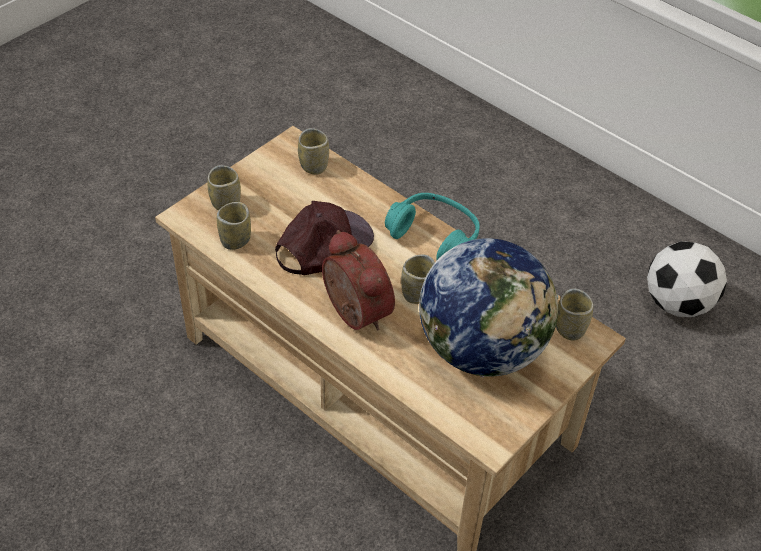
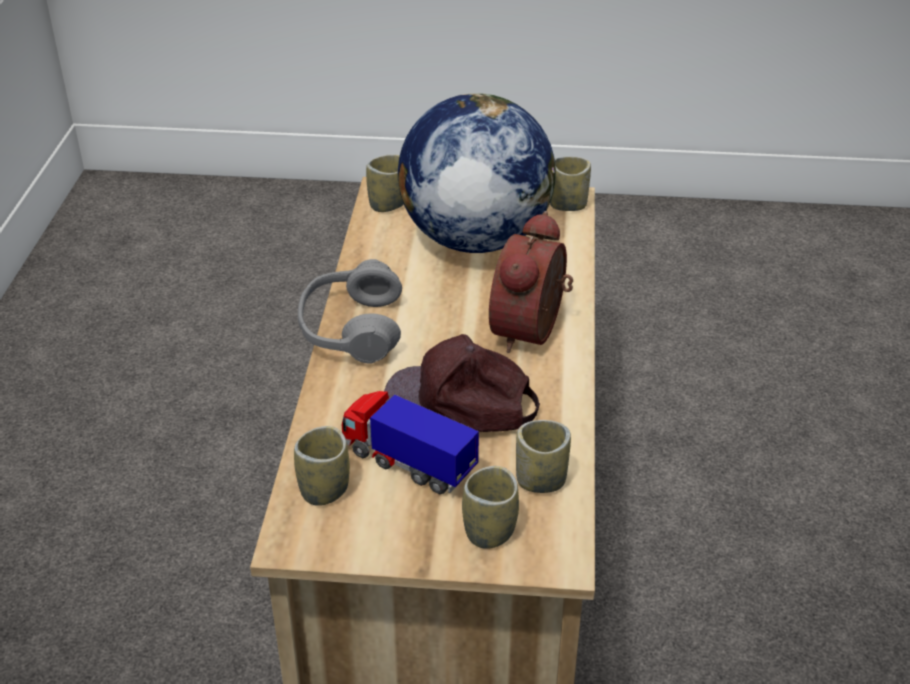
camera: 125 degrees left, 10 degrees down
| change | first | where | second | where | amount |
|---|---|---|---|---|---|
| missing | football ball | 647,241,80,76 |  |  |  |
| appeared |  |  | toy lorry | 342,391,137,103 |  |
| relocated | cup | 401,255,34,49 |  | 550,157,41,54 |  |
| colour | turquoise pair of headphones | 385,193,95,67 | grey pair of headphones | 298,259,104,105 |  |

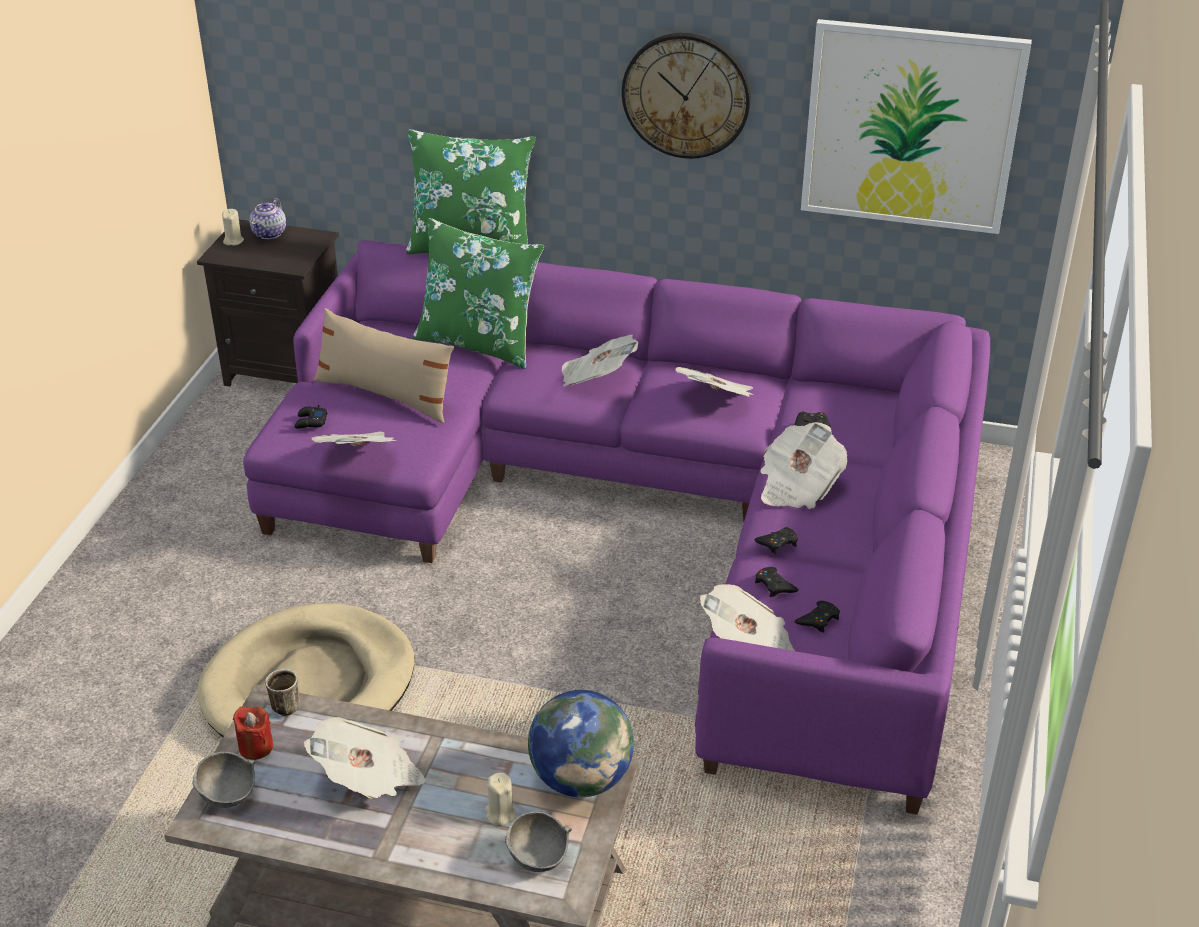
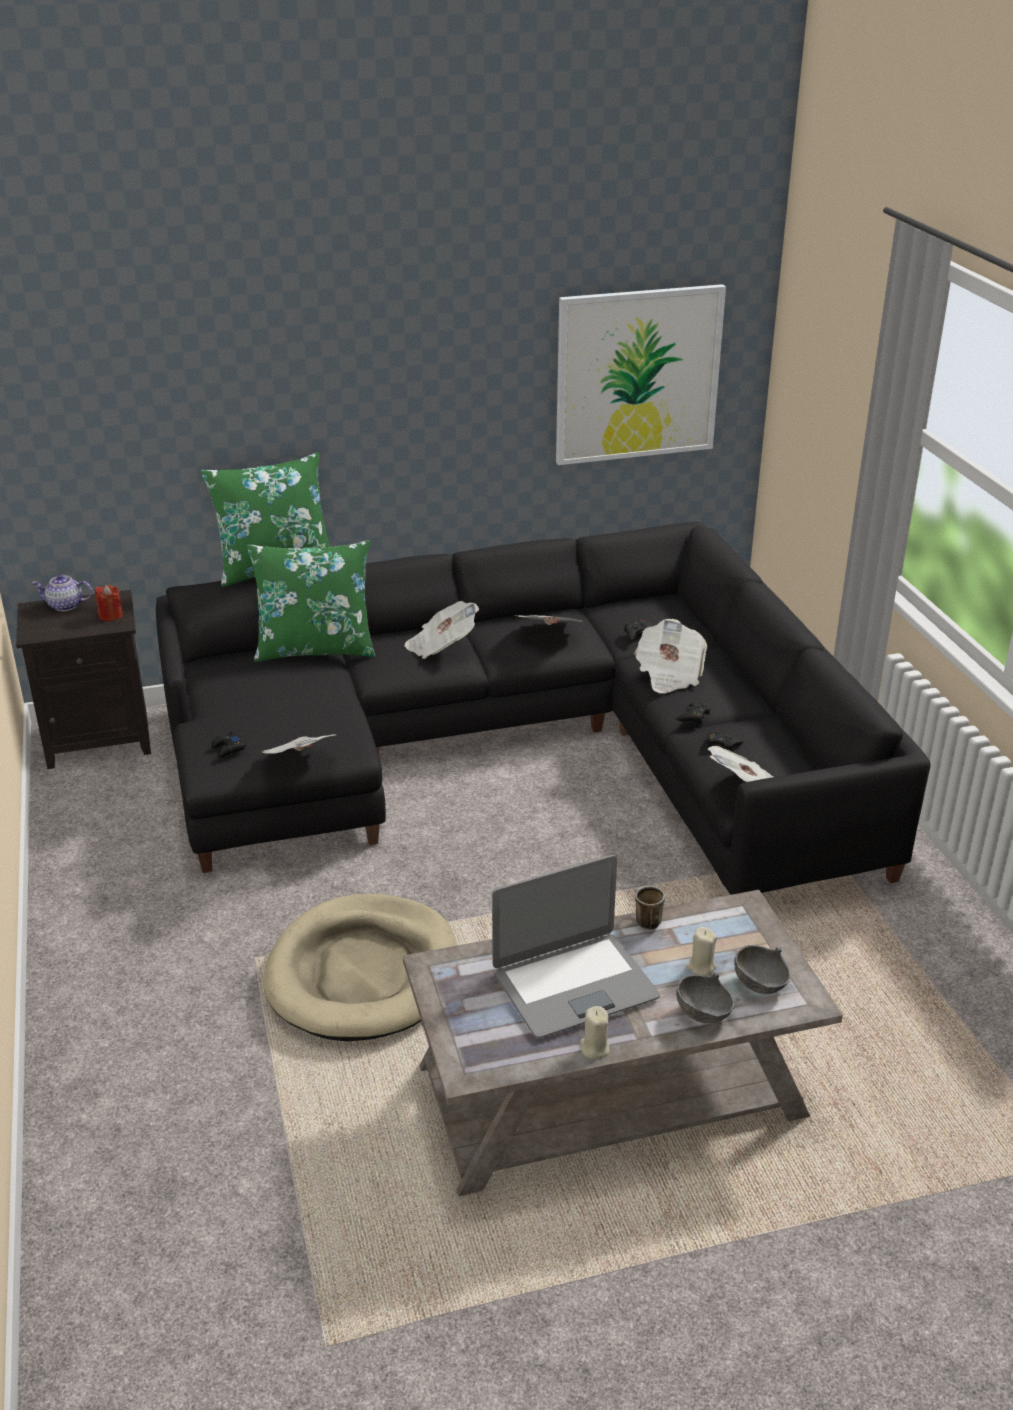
camera: 30 degrees left, 5 degrees down
| change | first | where | second | where | amount |
|---|---|---|---|---|---|
| missing | sand-coloured pillow | 314,308,140,115 |  |  |  |
| missing | world globe | 528,690,106,107 |  |  |  |
| missing | wall clock | 622,33,129,126 |  |  |  |
| missing | black-coloured gamepad | 795,601,45,32 |  |  |  |
| relocated | grey deep dish | 193,751,63,57 |  | 677,972,58,51 |  |
| relocated | sand-coloured candle | 222,209,22,37 |  | 580,1006,29,53 |  |
| relocated | reddish candle | 233,707,40,53 |  | 95,585,28,36 |  |
| relocated | mug | 265,669,35,47 |  | 635,886,30,44 |  |
| exchanged | daily paper | 304,717,122,82 | laptop | 492,855,168,183 |  |
| colour | purple-coloured couch | 243,240,747,575 | black-coloured couch | 156,522,774,373 |  |
| spun | teapot | 250,198,36,41 |  | 32,574,61,37 | 105 degrees clockwise |

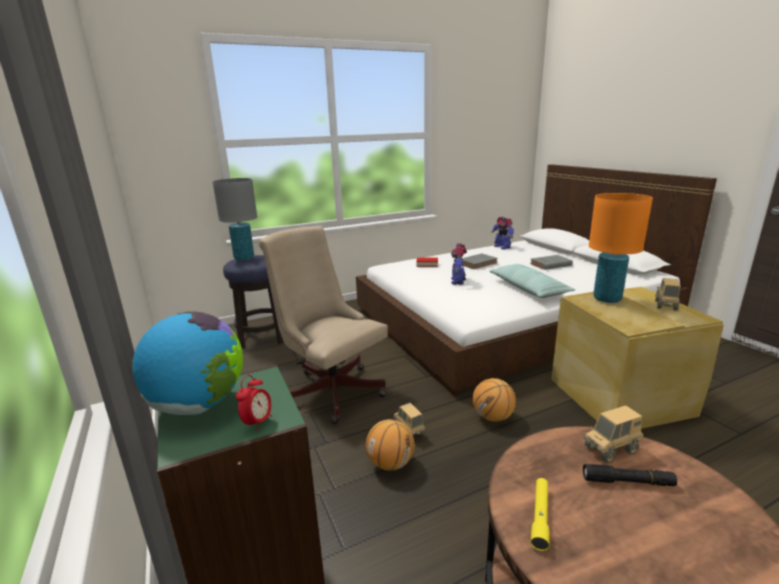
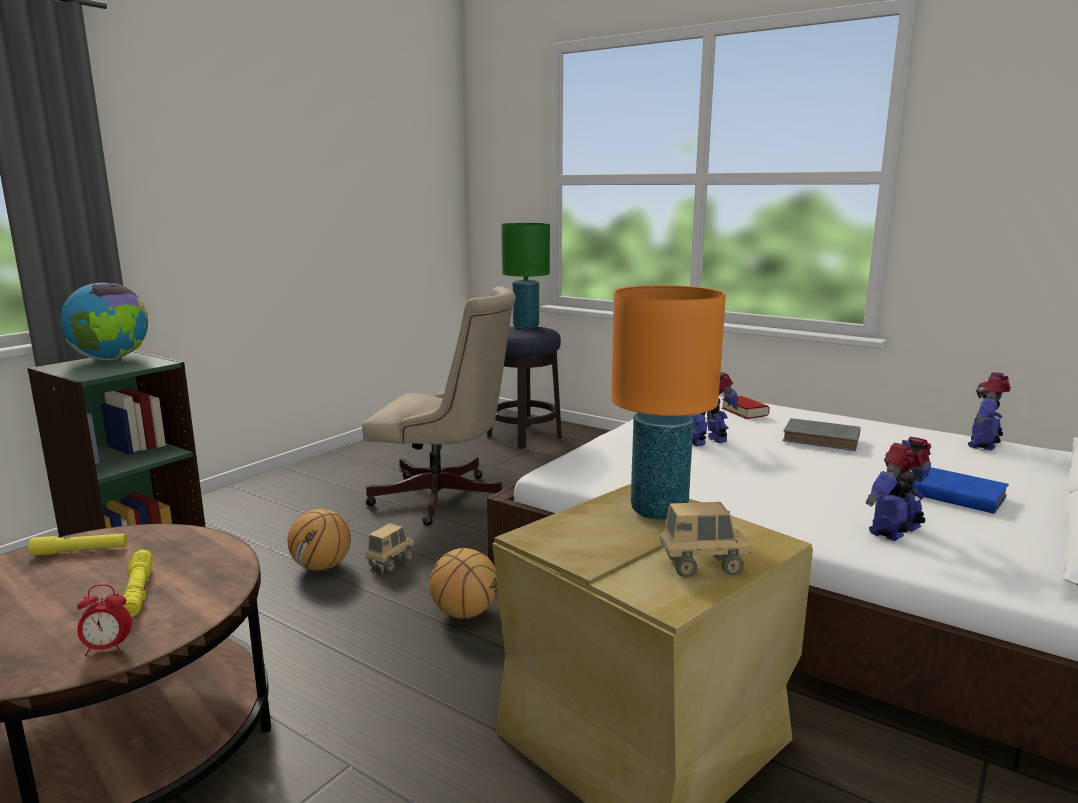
camera: 60 degrees right, 5 degrees down
| change | first | where | second | where | amount |
|---|---|---|---|---|---|
| missing | pillow | 489,264,86,34 |  |  |  |
| missing | toy lorry | 583,405,60,58 |  |  |  |
| appeared |  |  | model robot | 866,437,65,104 |  |
| relocated | table clock | 236,375,36,56 |  | 77,584,55,72 |  |
| colour | grey table lamp | 212,178,45,83 | green table lamp | 501,223,49,106 |  |
| colour | grey book | 530,255,43,15 | blue book | 913,467,96,47 |  |
| colour | black-coloured torch | 583,464,94,22 | yellow torch | 123,550,30,67 |  |
| spun | sand-coloured desk chair | 259,226,129,198 |  | 362,286,154,240 | 90 degrees clockwise |

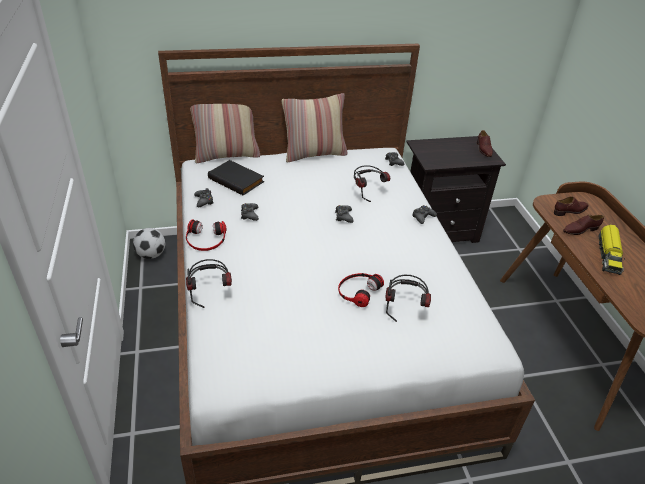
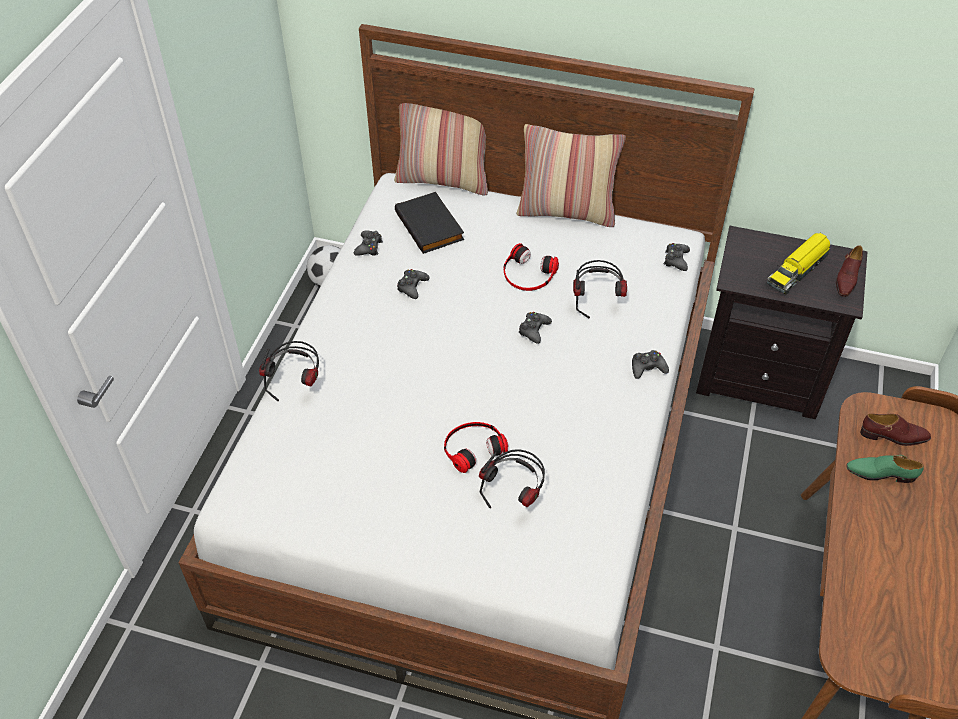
camera: 30 degrees right, 10 degrees up
| change | first | where | second | where | amount |
|---|---|---|---|---|---|
| relocated | pair of headphones | 186,219,41,32 |  | 503,243,56,48 |  |
| relocated | toy lorry | 599,224,26,51 |  | 767,233,63,62 |  |
| colour | brown-coloured shoe | 563,215,41,20 | green shoe | 846,455,78,28 |  |

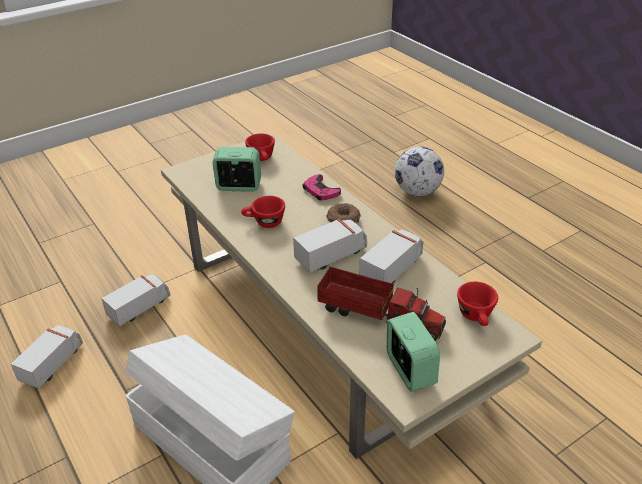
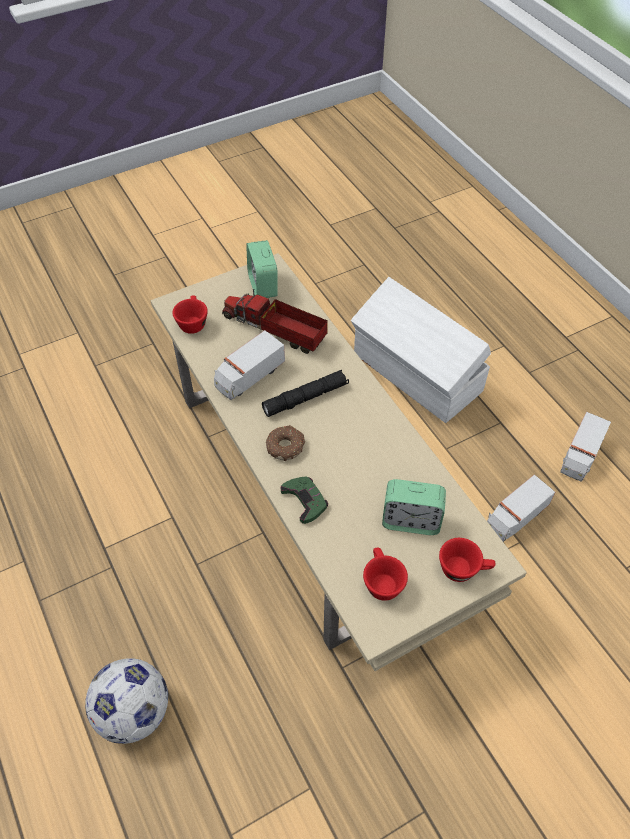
camera: 175 degrees left, 15 degrees up
| change | first | where | second | where | amount |
|---|---|---|---|---|---|
| relocated | reddish cup | 241,196,44,32 |  | 439,538,56,44 |  |
| exchanged | toy lorry | 293,219,74,54 | black-coloured torch | 262,370,87,47 |  |
| colour | pink-coloured gamepad | 302,174,39,26 | green gamepad | 281,476,47,48 |  |

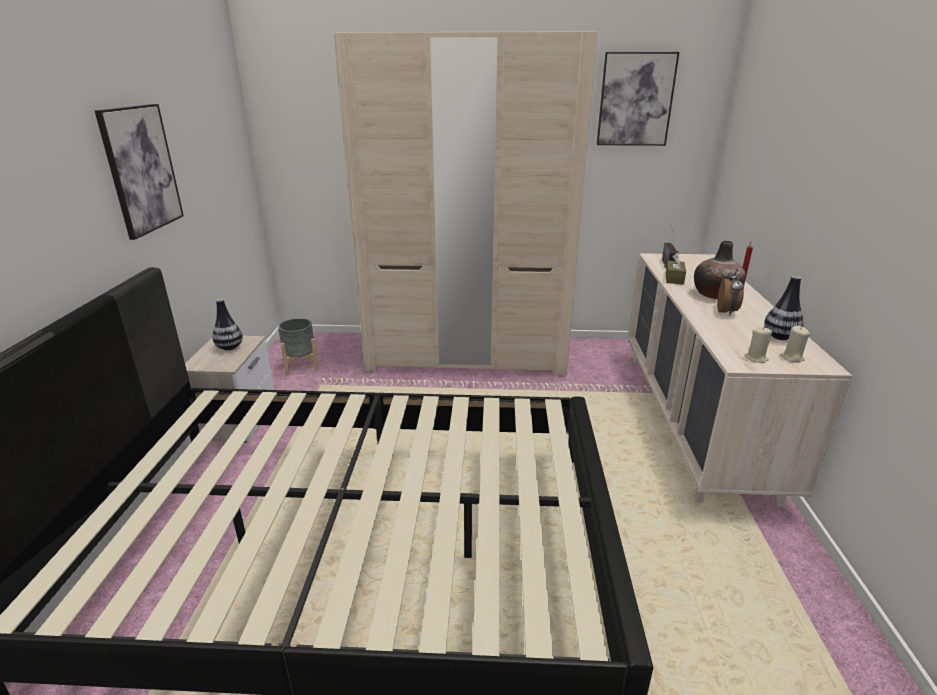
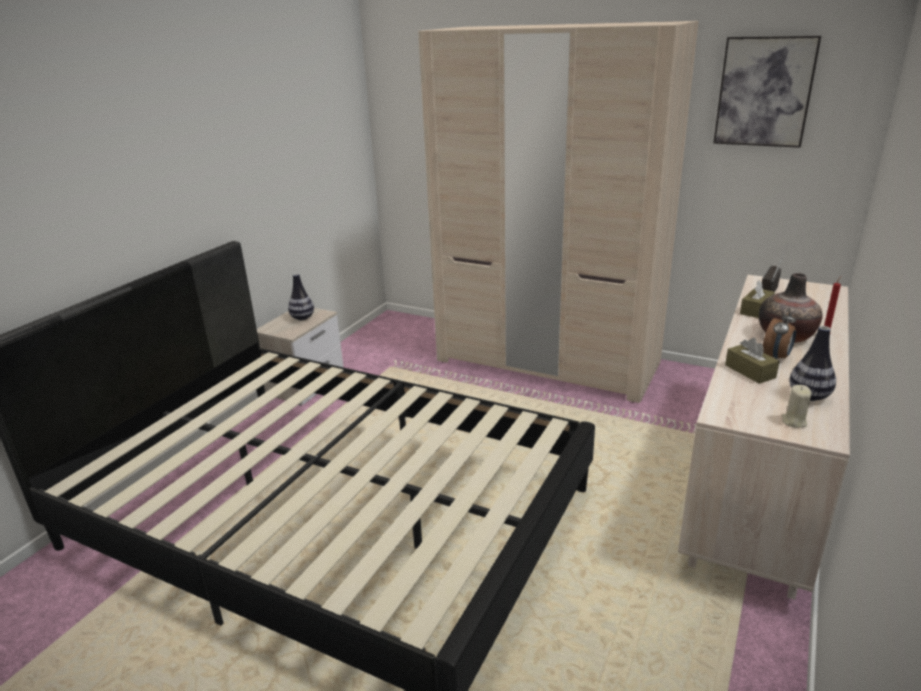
camera: 25 degrees right, 0 degrees up
| change | first | where | second | where | amount |
|---|---|---|---|---|---|
| missing | wall picture | 95,104,89,136 |  |  |  |
| missing | grey planter | 278,318,41,57 |  |  |  |
| missing | sand-coloured candle | 744,327,28,36 |  |  |  |
| appeared |  |  | brown-coloured tissue box | 725,338,55,46 |  |

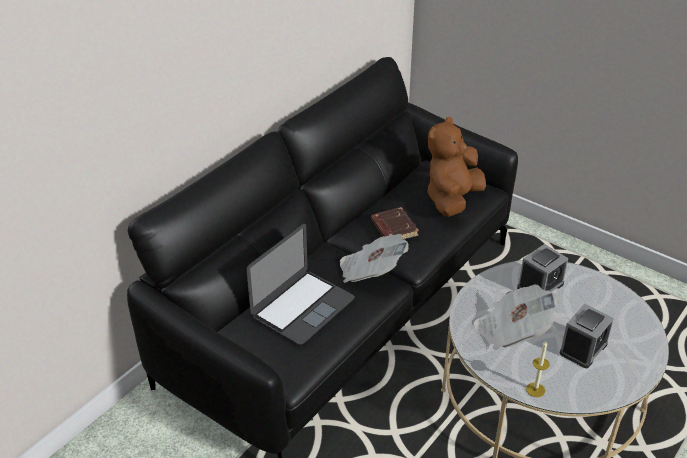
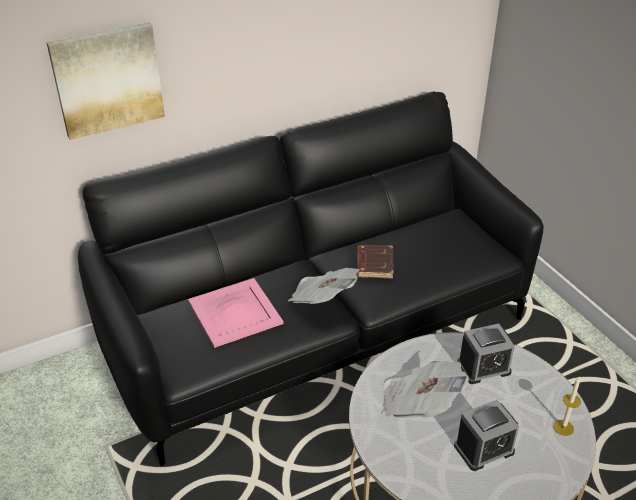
camera: 25 degrees right, 0 degrees up
| change | first | where | second | where | amount |
|---|---|---|---|---|---|
| missing | brown-coloured cuddly toy | 427,117,59,100 |  |  |  |
| appeared |  |  | wall picture | 46,22,119,118 |  |
| relocated | candle | 526,341,24,56 |  | 553,377,28,59 |  |
| exchanged | laptop | 246,224,109,121 | pink-coloured tray | 188,278,96,70 |  |

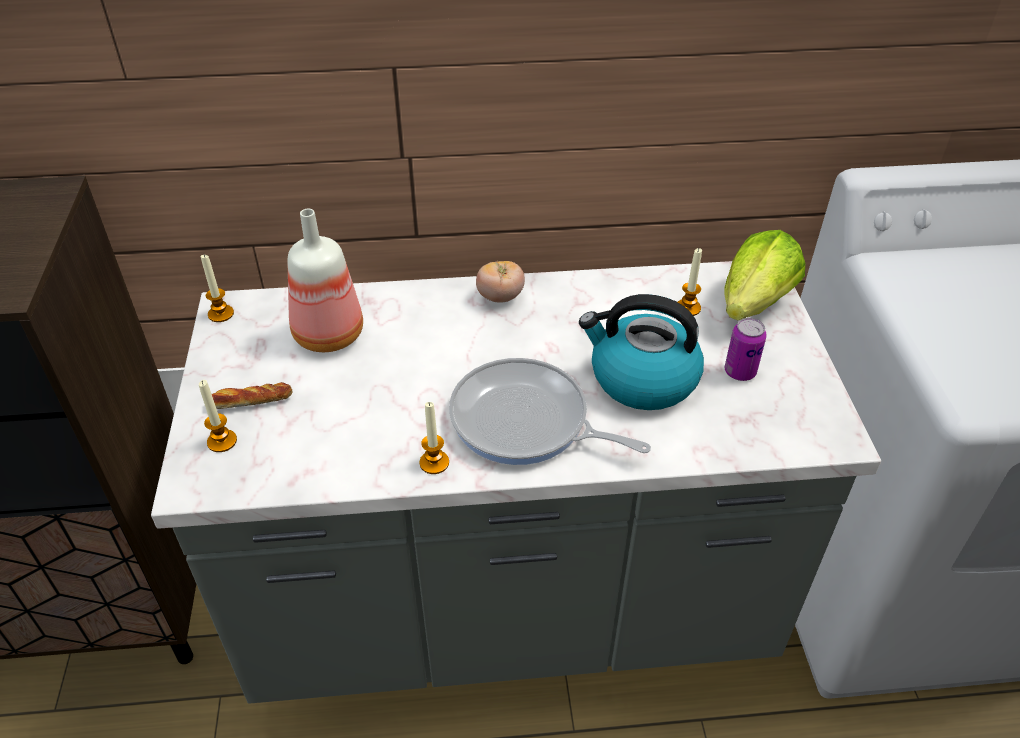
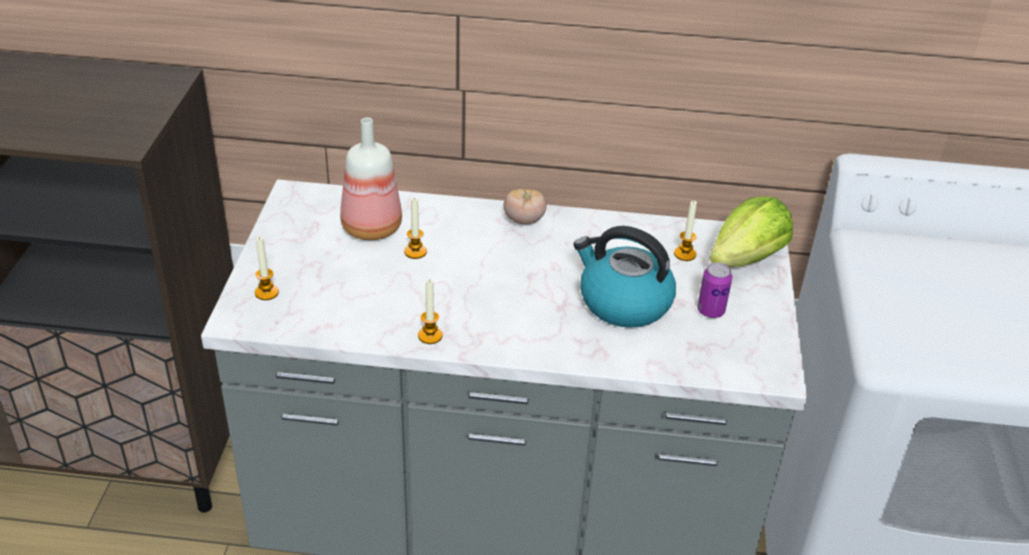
camera: 10 degrees right, 5 degrees down
| change | first | where | second | where | amount |
|---|---|---|---|---|---|
| missing | baked bread | 212,382,80,27 |  |  |  |
| missing | frying pan | 449,358,202,107 |  |  |  |
| relocated | candle | 201,255,33,67 |  | 404,197,23,62 |  |

